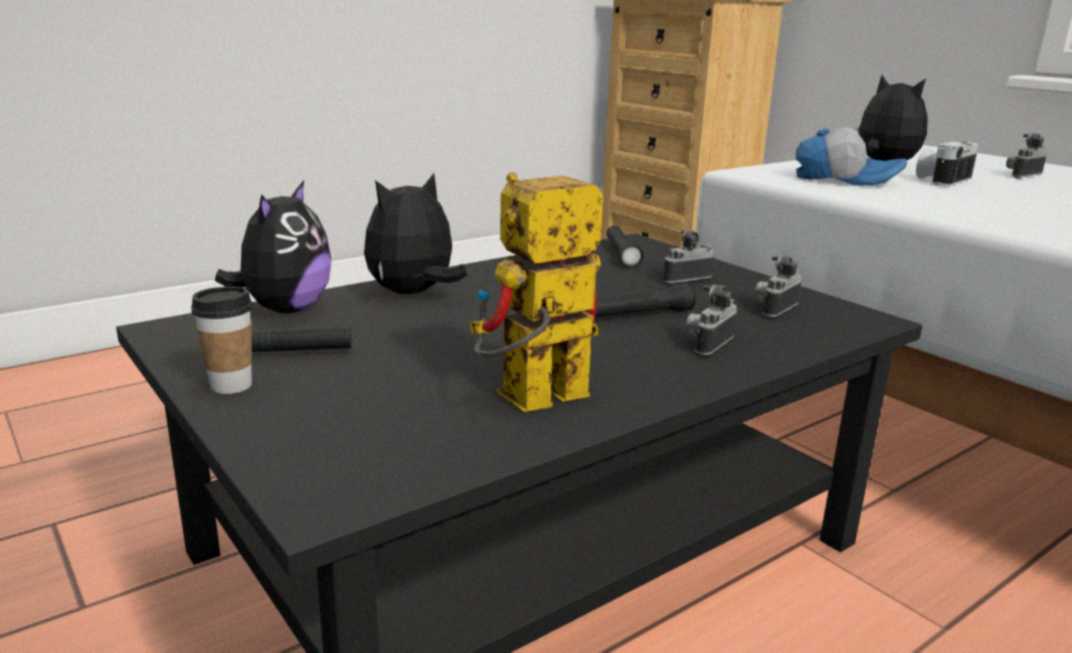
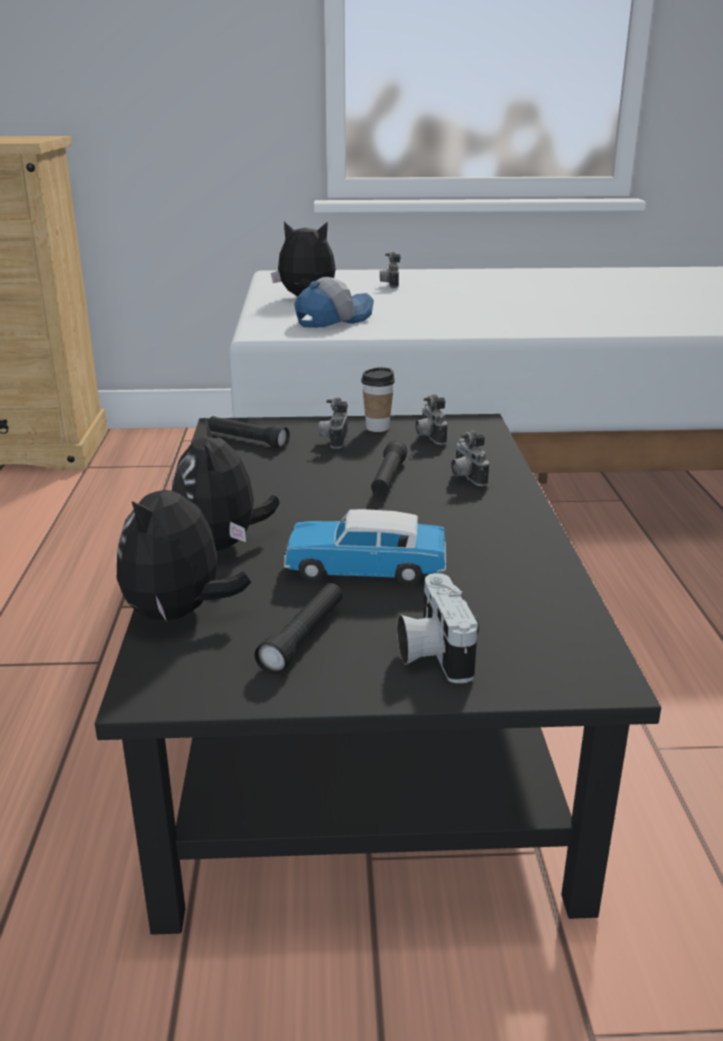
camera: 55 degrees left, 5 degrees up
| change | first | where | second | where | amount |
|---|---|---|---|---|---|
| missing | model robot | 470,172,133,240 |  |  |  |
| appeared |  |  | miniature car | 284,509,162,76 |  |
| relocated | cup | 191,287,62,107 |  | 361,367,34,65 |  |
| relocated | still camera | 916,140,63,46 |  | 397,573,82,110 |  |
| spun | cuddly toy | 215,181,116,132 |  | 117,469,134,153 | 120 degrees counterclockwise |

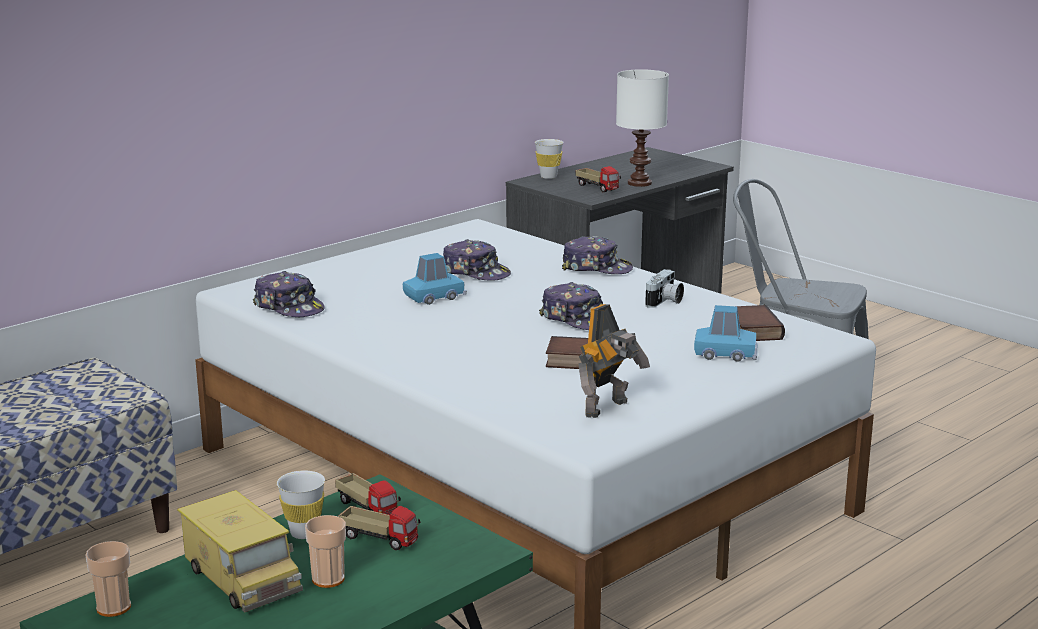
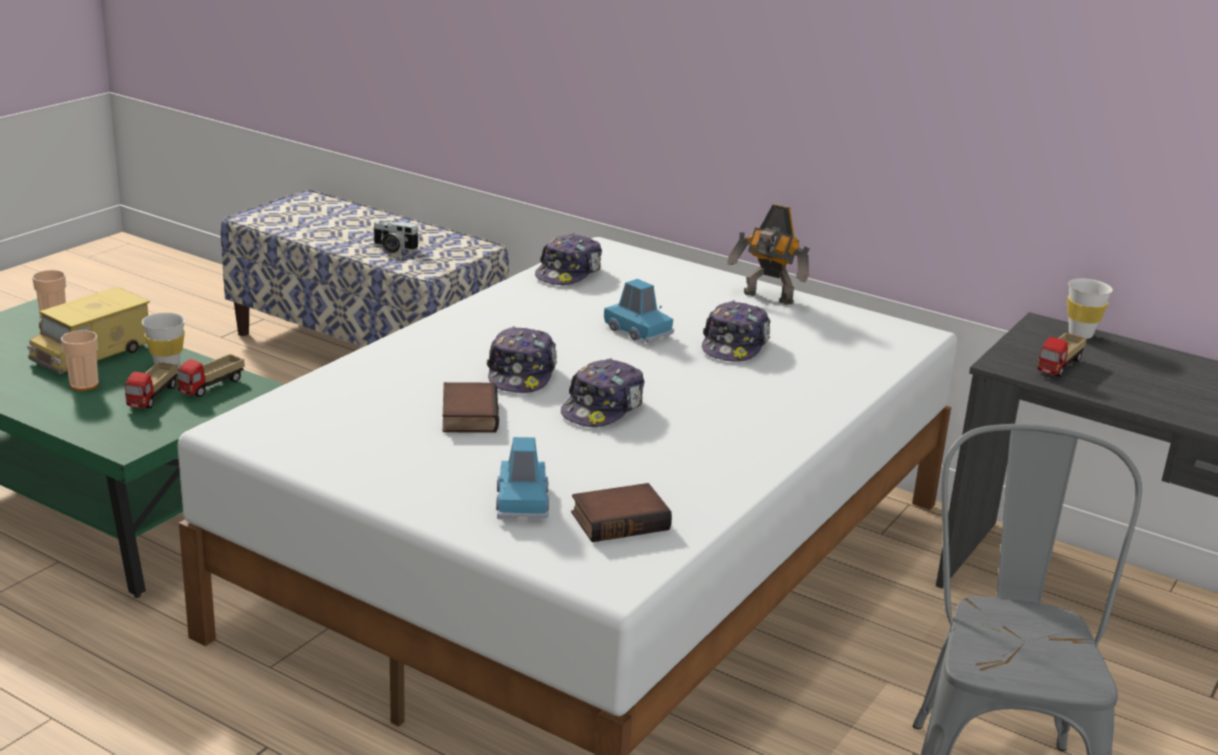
camera: 75 degrees right, 5 degrees up
| change | first | where | second | where | amount |
|---|---|---|---|---|---|
| missing | whitish table lamp | 616,69,53,118 |  |  |  |
| relocated | peaked cap | 562,236,71,38 |  | 487,326,70,67 |  |
| relocated | model robot | 578,304,72,114 |  | 727,204,83,101 |  |
| relocated | still camera | 645,269,39,39 |  | 373,220,46,33 |  |

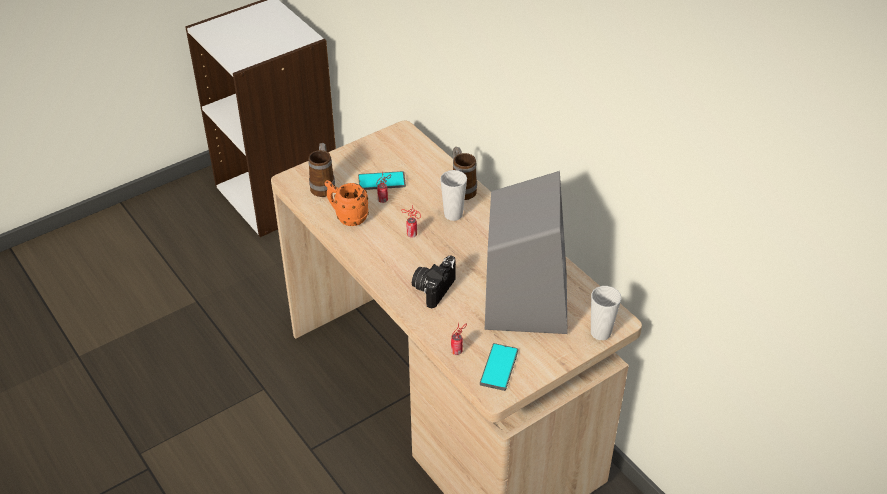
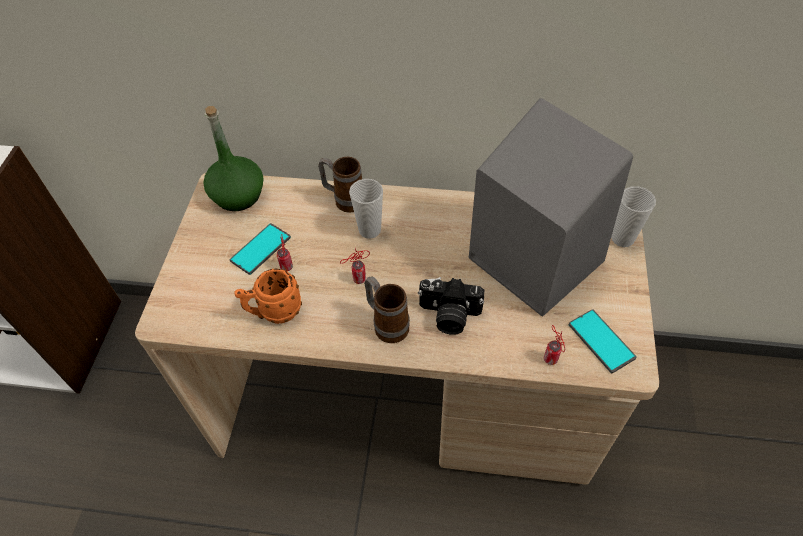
camera: 45 degrees left, 10 degrees up
| change | first | where | second | where | amount |
|---|---|---|---|---|---|
| appeared |  |  | green beverage bottle | 203,106,60,105 |  |
| relocated | mug | 308,143,27,54 |  | 364,277,46,66 |  |
| spun | still camera | 412,255,44,54 |  | 418,277,67,58 | 60 degrees counterclockwise |

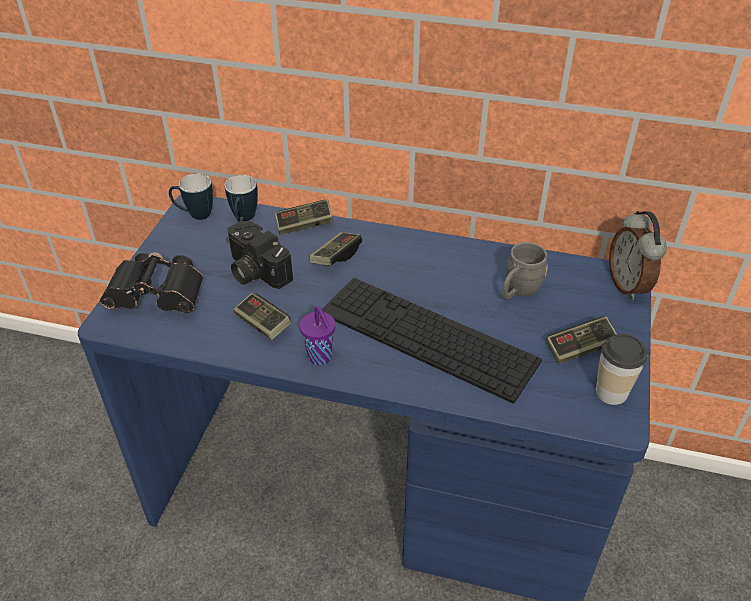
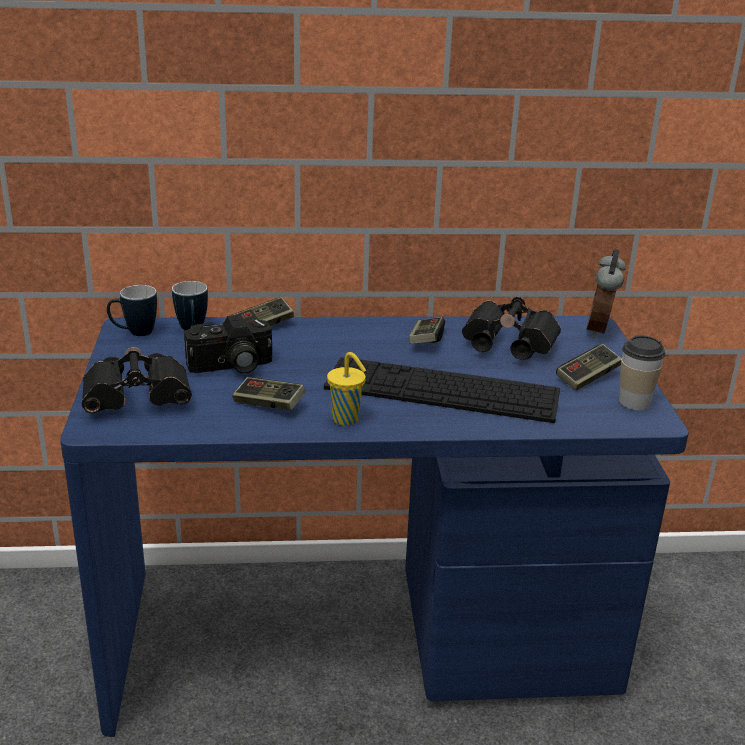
camera: 20 degrees left, 15 degrees down
| change | first | where | second | where | amount |
|---|---|---|---|---|---|
| relocated | gamepad | 309,232,53,34 |  | 409,317,36,27 |  |
| exchanged | grey mug | 502,242,46,57 | black-coloured pair of binoculars | 462,297,99,63 |  |
| colour | purple-coloured cup | 299,306,37,59 | yellow cup | 327,352,39,74 |  |
| spun | still camera | 226,221,67,68 |  | 184,315,89,59 | 45 degrees counterclockwise |
| spun | table clock | 609,211,58,89 |  | 586,249,40,89 | 45 degrees clockwise |

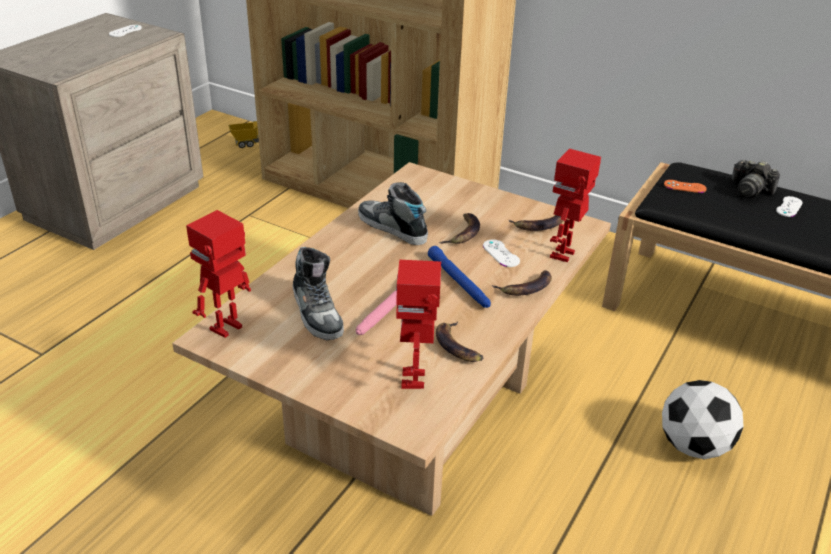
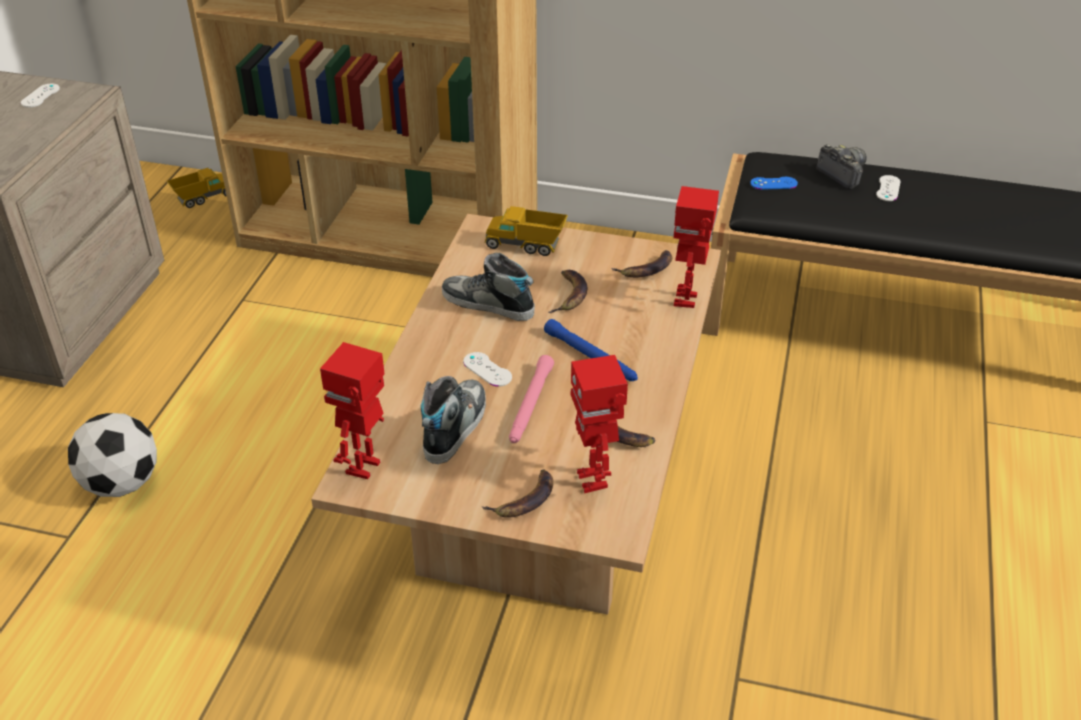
camera: 15 degrees left, 5 degrees up
| change | first | where | second | where | amount |
|---|---|---|---|---|---|
| appeared |  |  | toy lorry | 485,206,83,50 |  |
| relocated | whitish gamepad | 483,239,37,28 |  | 463,352,49,35 |  |
| relocated | whole banana | 492,270,60,26 |  | 482,469,72,49 |  |
| relocated | football ball | 662,380,82,80 |  | 68,413,89,84 |  |
| colour | orangey gamepad | 664,180,43,13 | blue gamepad | 750,177,48,13 |  |
| spun | shoe | 293,247,51,93 |  | 421,376,65,88 | 120 degrees counterclockwise |
| spun | still camera | 731,160,49,38 |  | 816,144,51,46 | 150 degrees counterclockwise |

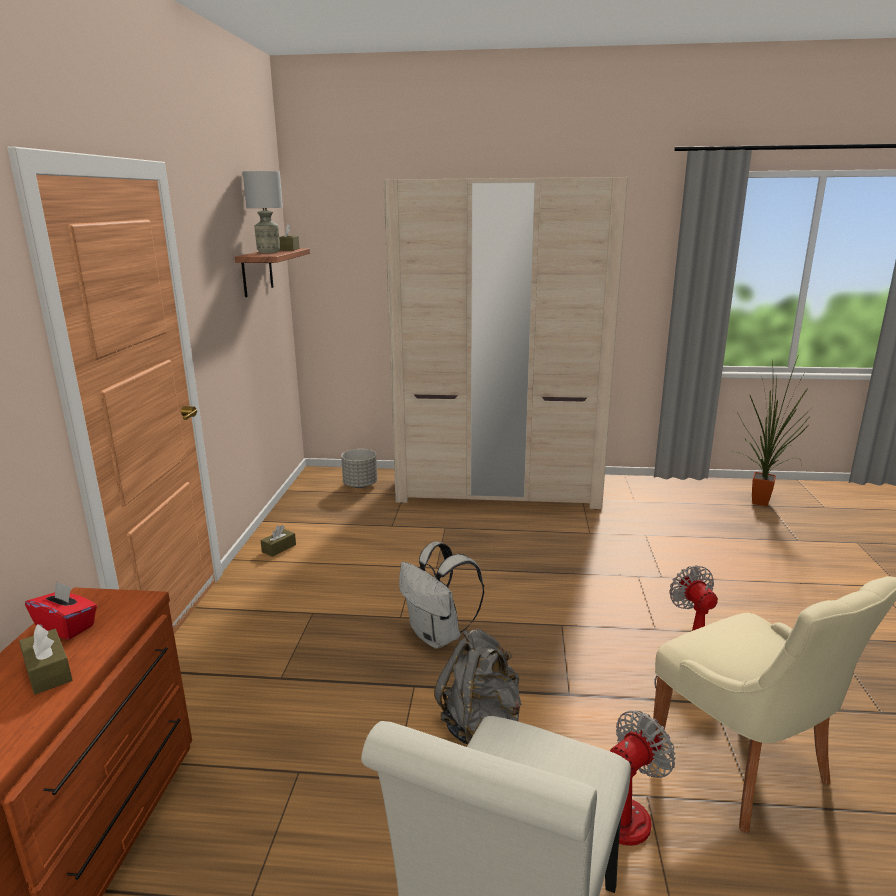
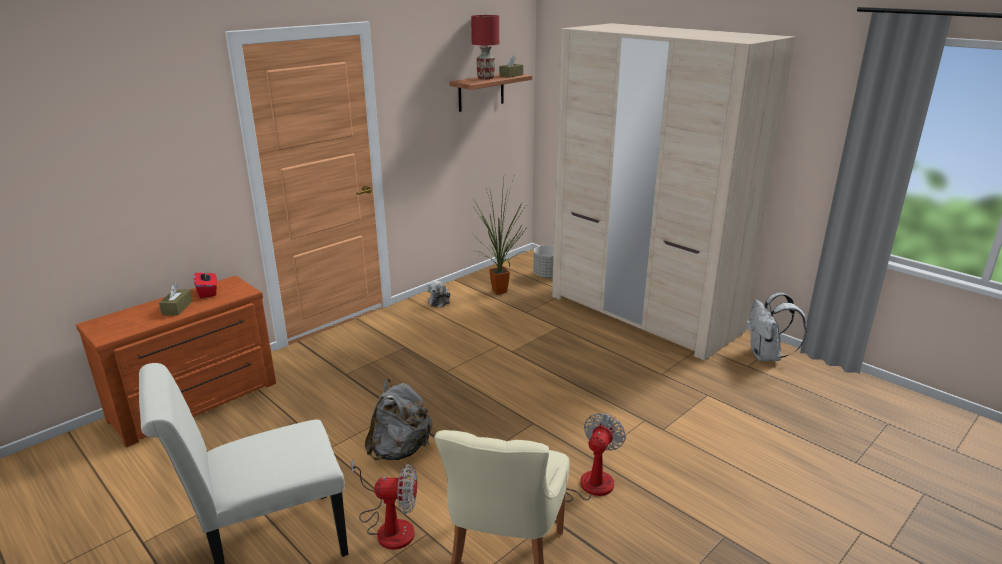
camera: 40 degrees right, 5 degrees up
| change | first | where | second | where | amount |
|---|---|---|---|---|---|
| relocated | whitish rucksack | 399,541,85,108 |  | 749,293,58,68 |  |
| relocated | plant in a pot | 732,354,82,152 |  | 473,174,53,121 |  |
| exchanged | brown-coloured tissue box | 261,525,35,32 | cuddly toy | 428,281,22,27 |  |
| colour | grey table lamp | 243,171,40,82 | reddish table lamp | 471,15,28,64 |  |

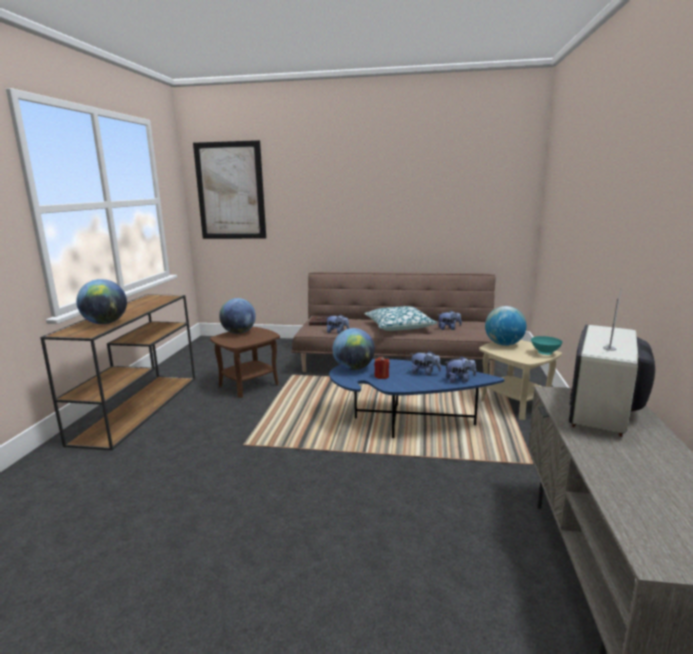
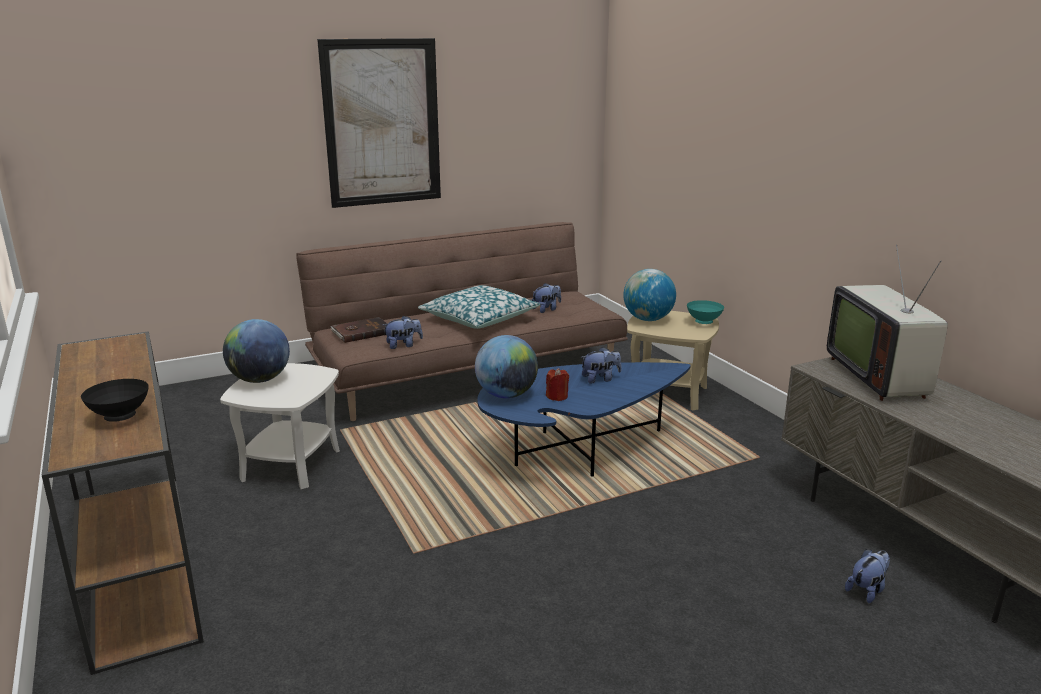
camera: 35 degrees left, 5 degrees up
| change | first | where | second | where | amount |
|---|---|---|---|---|---|
| relocated | wall picture | 193,140,73,99 |  | 317,38,124,170 |  |
| relocated | cuddly toy | 445,356,31,27 |  | 845,549,45,54 |  |
| exchanged | world globe | 76,279,51,45 | black-coloured deep dish | 81,379,68,43 |  |
| colour | brown-coloured accent table | 210,327,70,71 | whitish accent table | 220,363,120,126 |  |

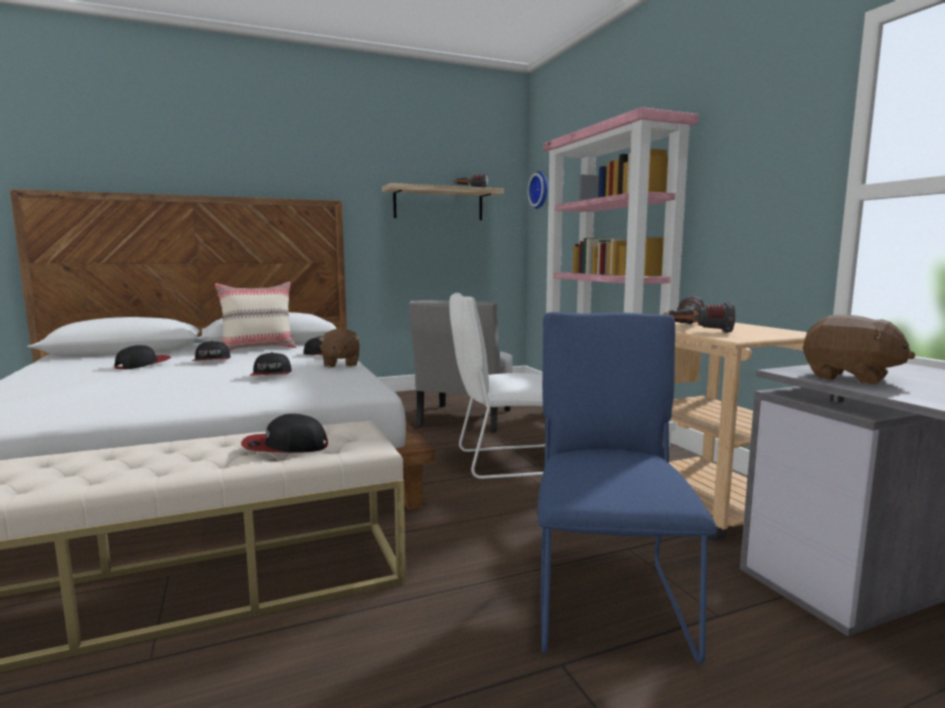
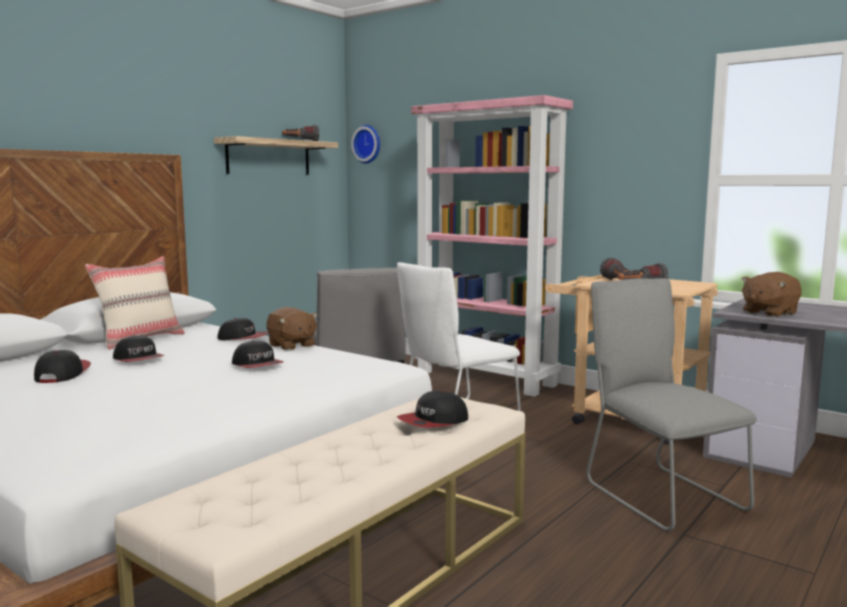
camera: 30 degrees left, 0 degrees up
| change | first | where | second | where | amount |
|---|---|---|---|---|---|
| colour | blue upright chair | 537,312,180,352 | grey upright chair | 587,278,170,253 |  |
| spun | brown-coloured cuddly toy | 803,315,112,70 |  | 741,272,61,45 | 135 degrees clockwise |

